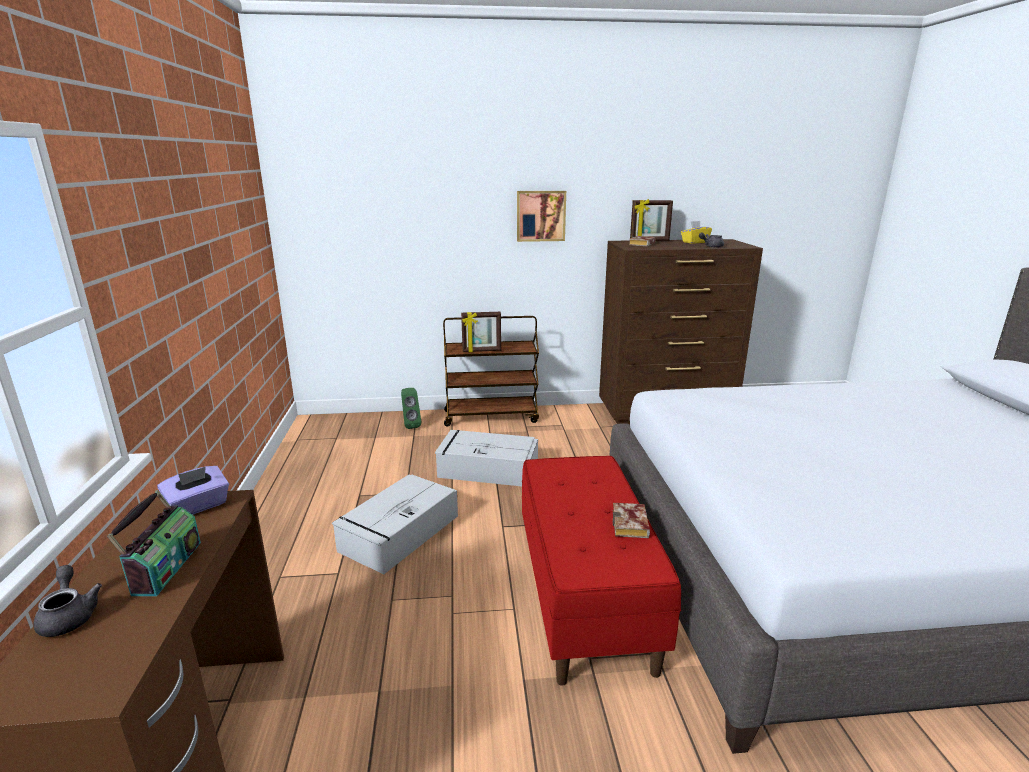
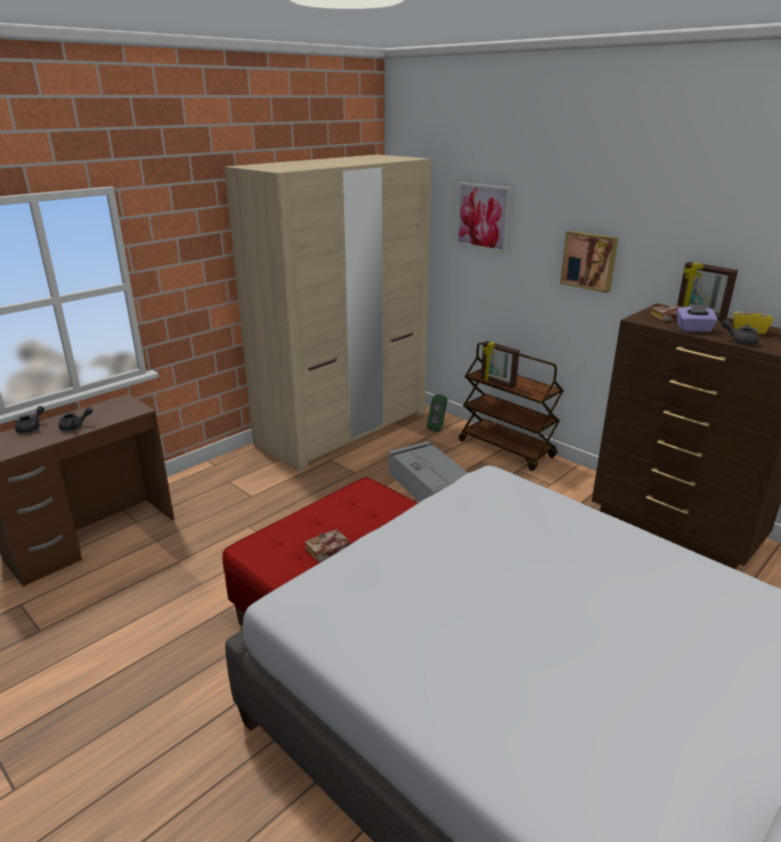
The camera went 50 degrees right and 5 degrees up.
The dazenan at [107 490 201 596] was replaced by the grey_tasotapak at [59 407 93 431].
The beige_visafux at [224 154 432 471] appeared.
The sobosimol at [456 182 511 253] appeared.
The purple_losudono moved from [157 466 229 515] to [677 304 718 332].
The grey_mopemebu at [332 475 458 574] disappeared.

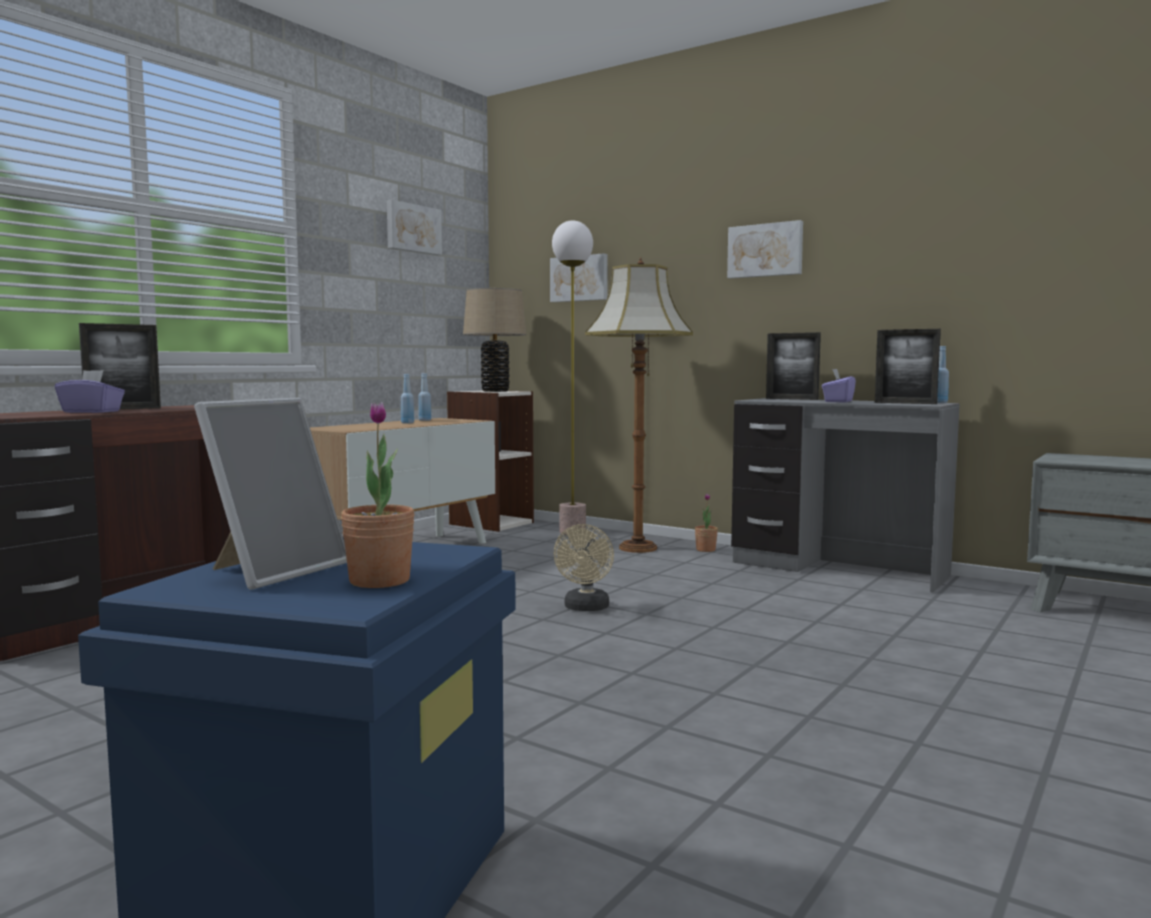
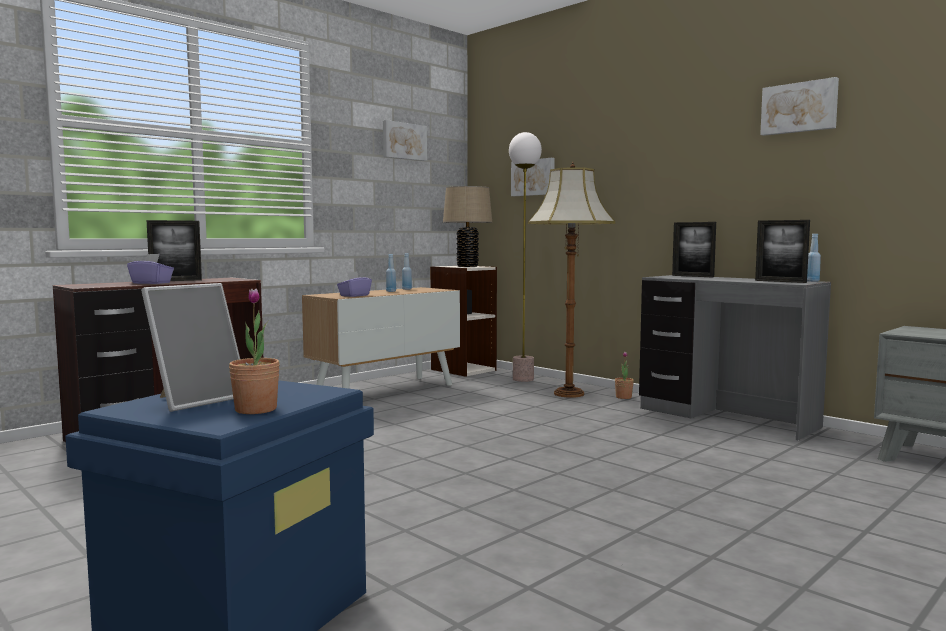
The camera went 10 degrees right and 0 degrees up.
The purple_losudono moved from [822 369 856 403] to [337 272 372 297].
The sobosimol moved from [727 220 803 279] to [760 77 839 136].
The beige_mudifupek at [554 524 614 611] disappeared.

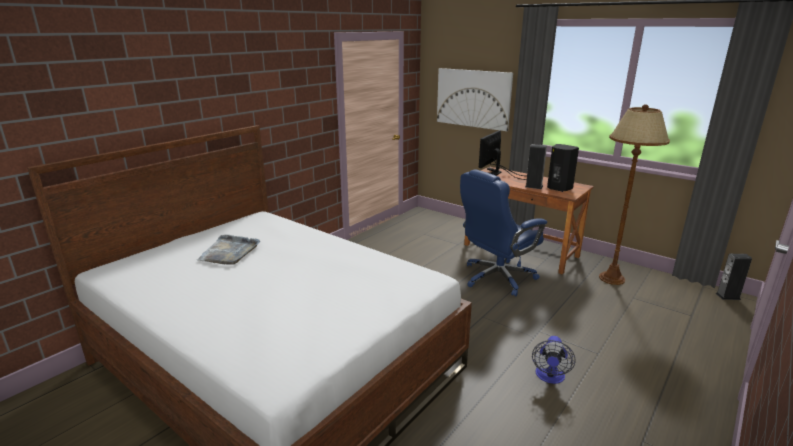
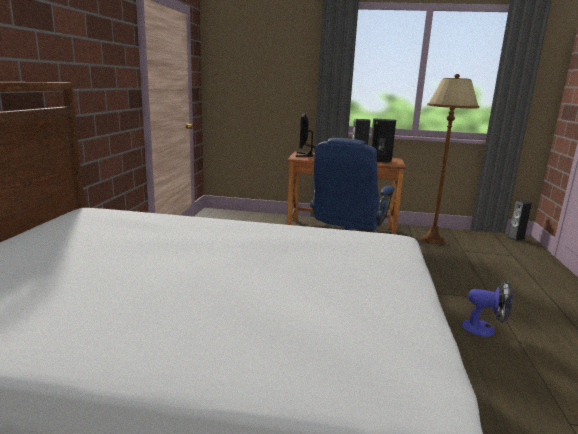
The camera went 30 degrees left and 5 degrees down.
The mudifupek at [532 336 576 384] turned 60 degrees counterclockwise.
The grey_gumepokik at [197 235 260 265] disappeared.
The sobosimol at [437 68 513 131] disappeared.

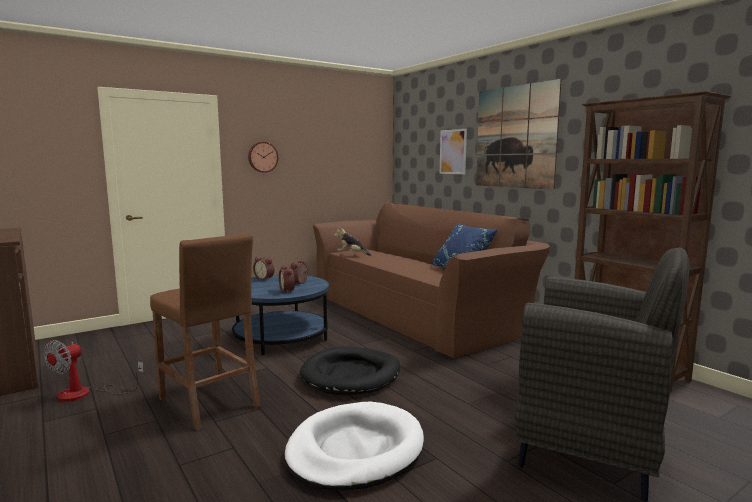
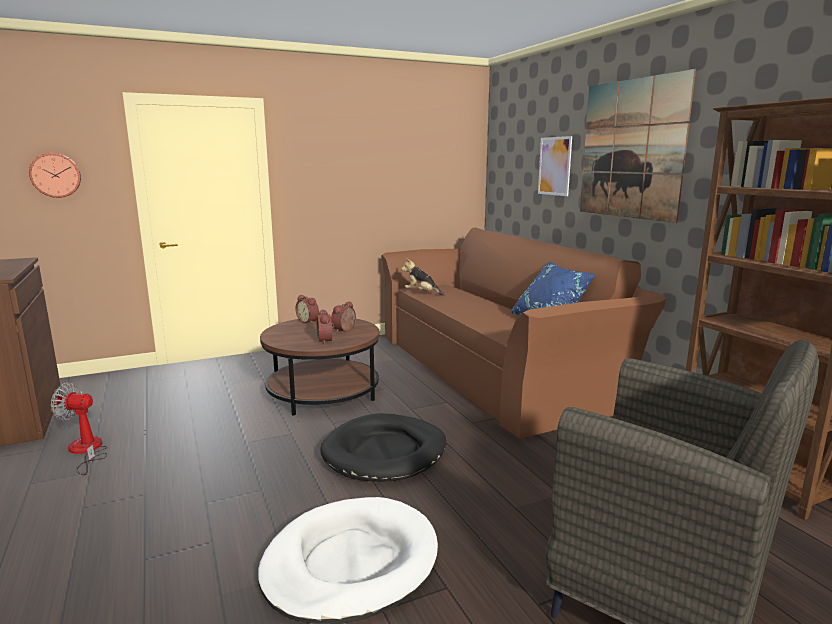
The camera went 10 degrees right and 5 degrees up.
The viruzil moved from [248 142 278 173] to [29 153 81 198].
The mudifupek at [44 340 144 402] turned 60 degrees clockwise.
The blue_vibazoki at [232 275 329 355] became the brown_vibazoki at [260 319 380 415].
The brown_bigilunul at [150 233 260 430] disappeared.

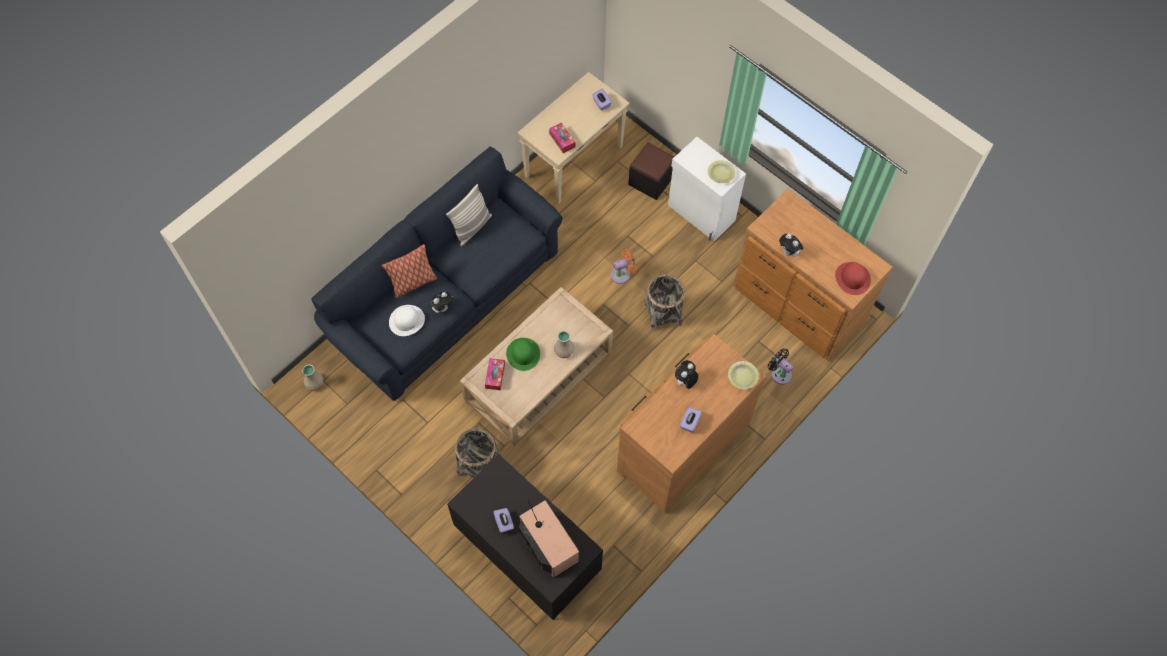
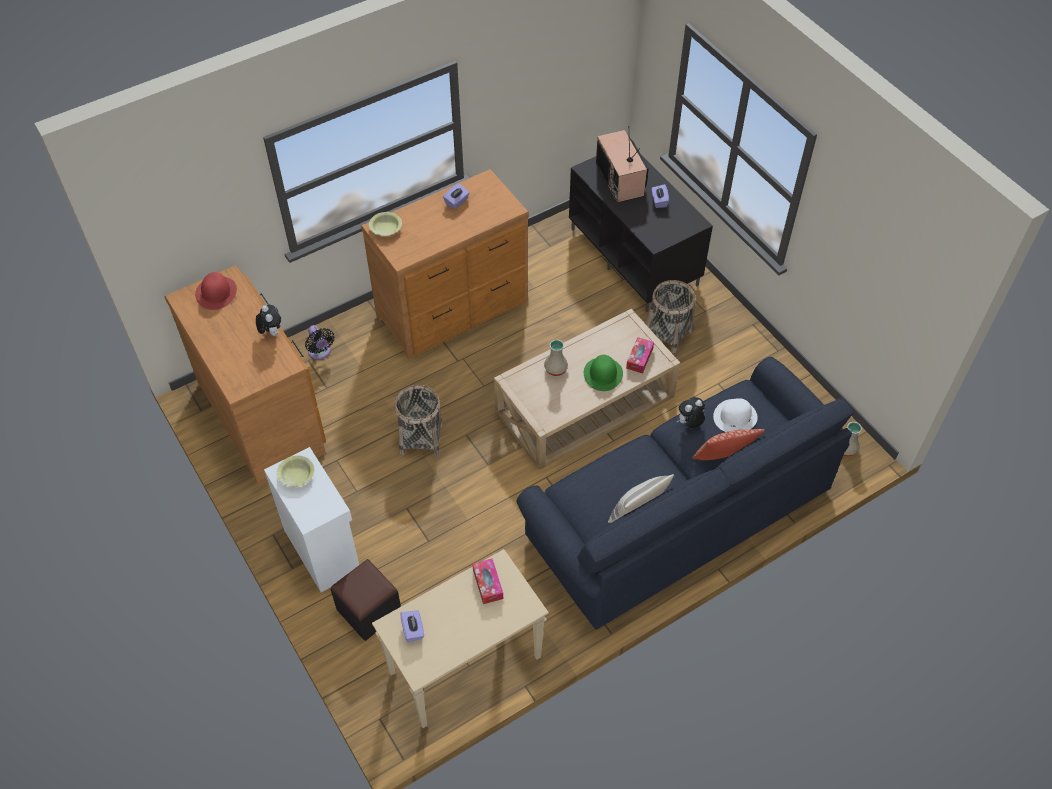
The camera went 165 degrees left and 10 degrees down.
The orange_mudifupek at [611 249 637 284] disappeared.
The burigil at [675 360 698 389] disappeared.

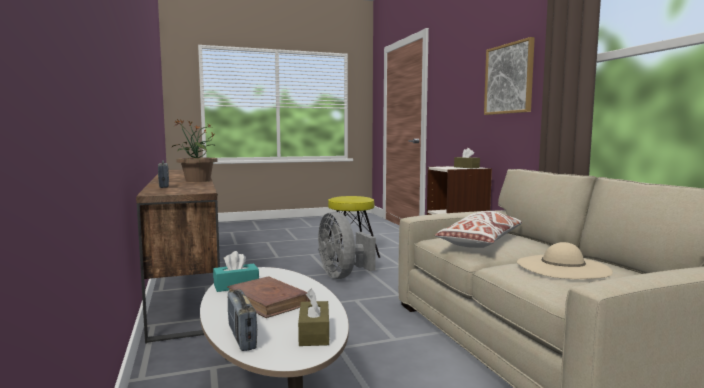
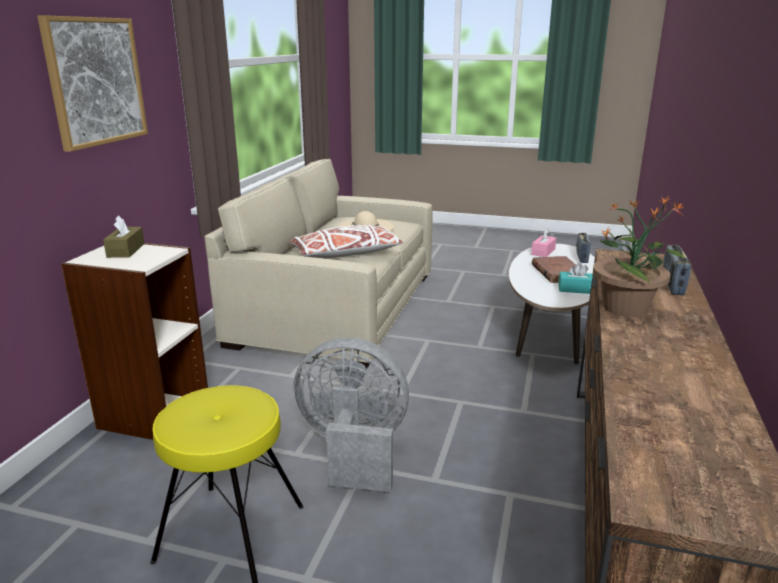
The camera went 145 degrees left and 15 degrees up.
The grey_mudifupek at [318 212 376 279] turned 90 degrees counterclockwise.
The brown_losudono at [298 289 329 346] became the pink_losudono at [531 229 556 257].

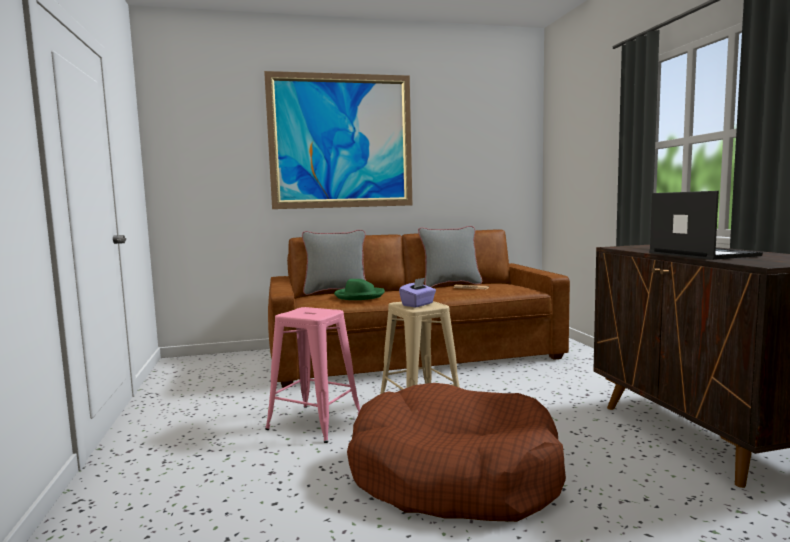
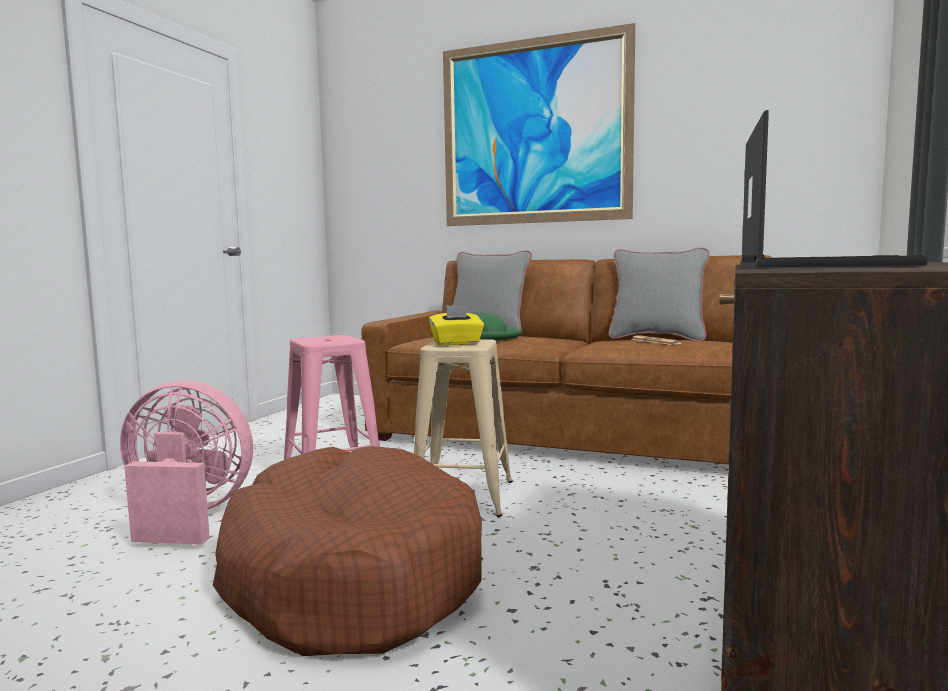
The camera went 35 degrees right and 0 degrees up.
The pink_mudifupek at [120 381 253 545] appeared.
The purple_losudono at [399 278 436 307] became the yellow_losudono at [429 305 484 346].

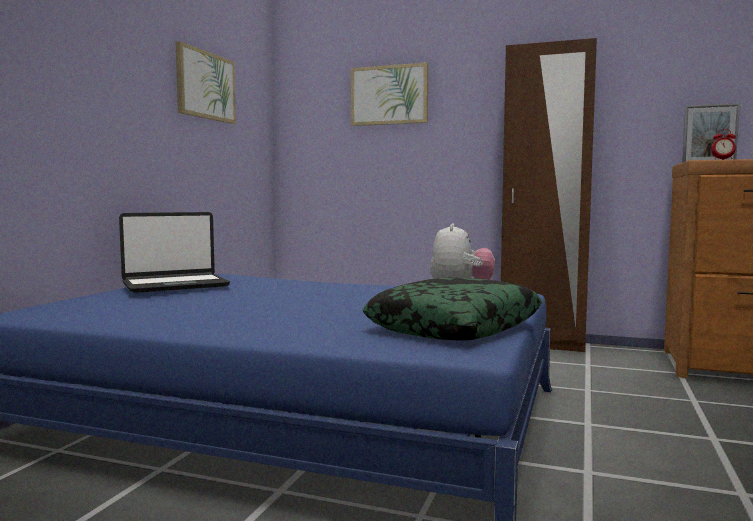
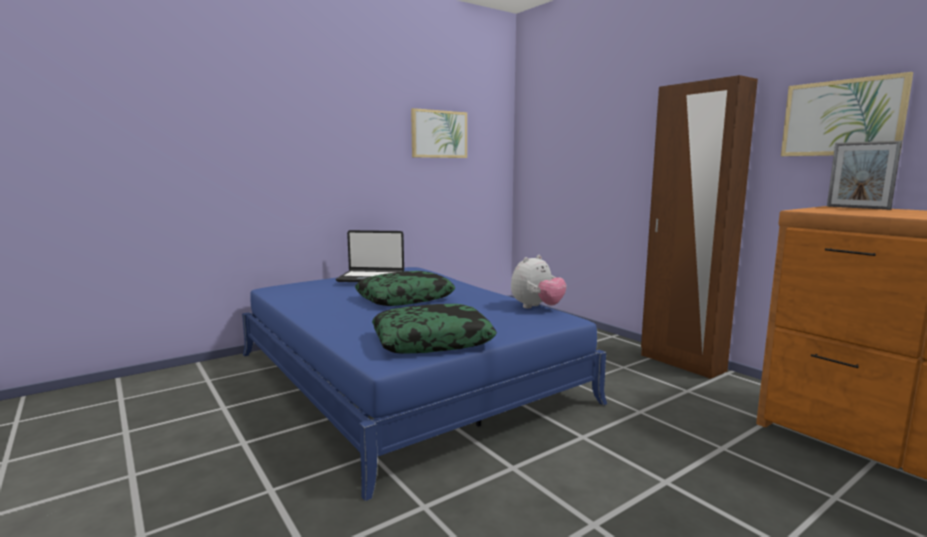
The camera went 35 degrees right and 5 degrees up.
The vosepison at [355 271 455 306] appeared.
The sobosimol moved from [351 62 428 126] to [781 72 913 156].
The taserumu at [711 129 736 160] disappeared.

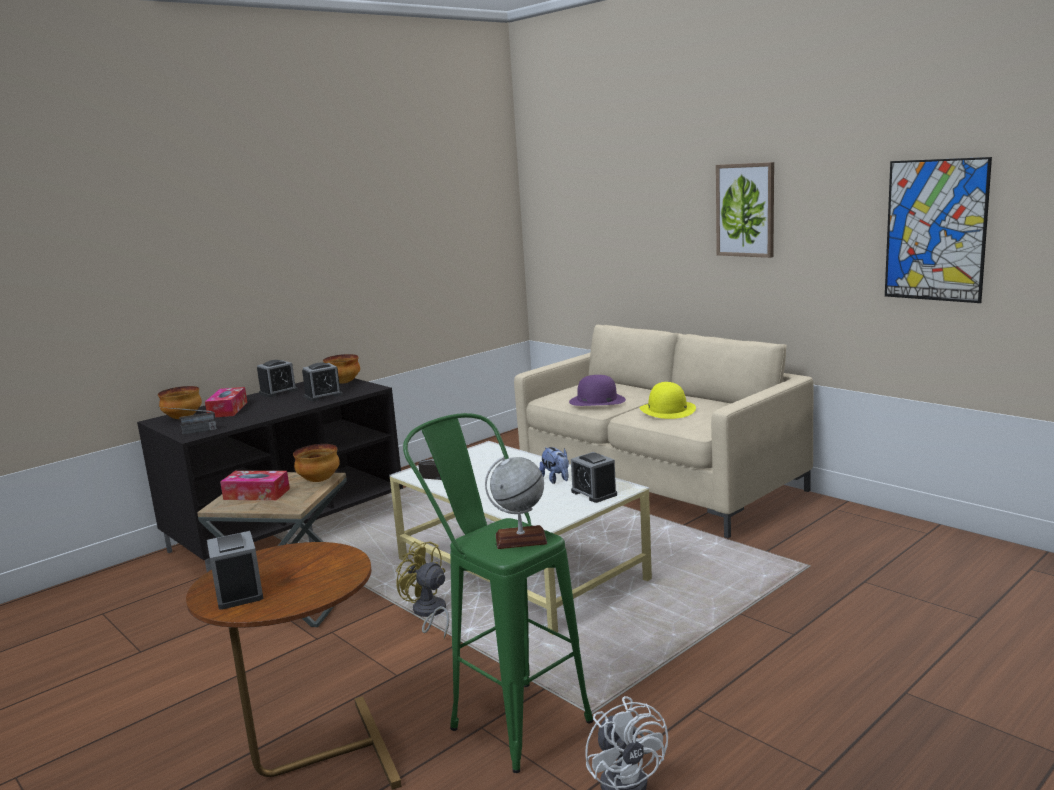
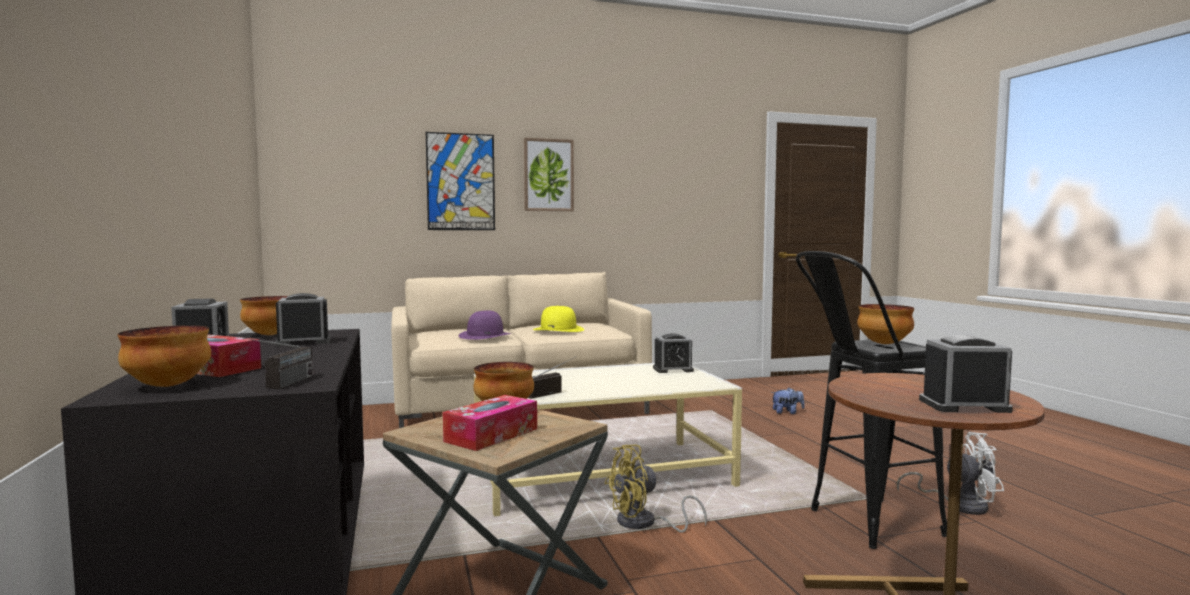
The camera went 65 degrees left and 10 degrees down.
The taserumu at [302 363 343 401] turned 105 degrees counterclockwise.
The sobosimol moved from [885 157 992 303] to [426 132 495 230].
The burigil moved from [539 447 569 484] to [771 388 805 414].
The green_bigilunul at [403 413 593 773] became the black_bigilunul at [796 251 947 549].
The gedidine at [485 456 547 549] was replaced by the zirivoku at [857 304 914 344].

